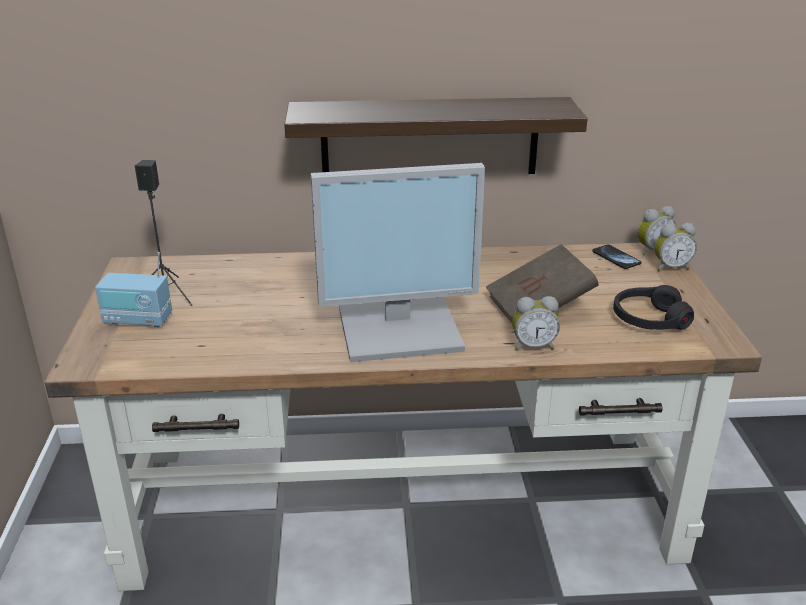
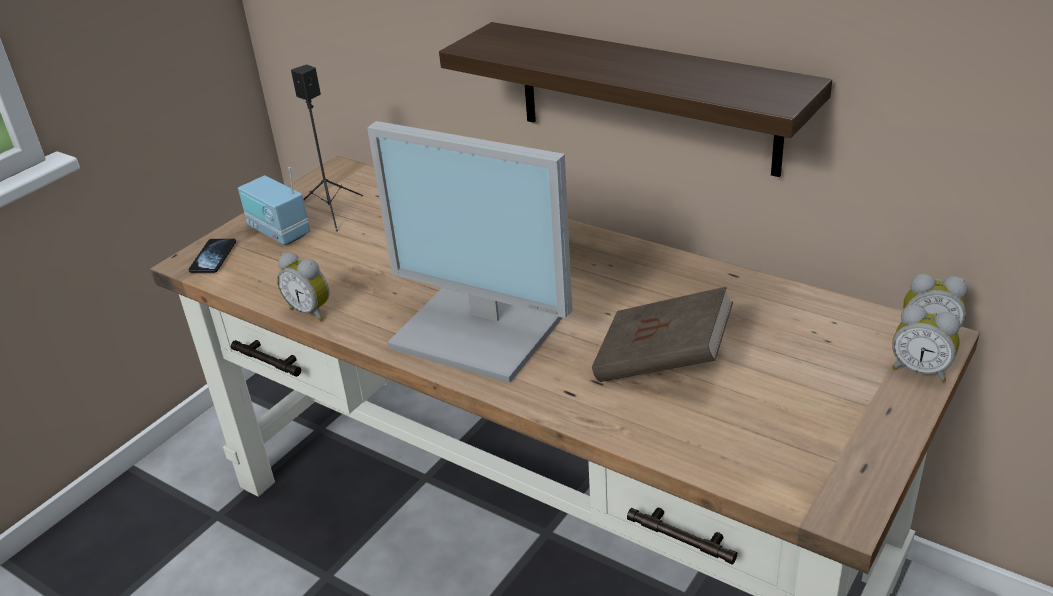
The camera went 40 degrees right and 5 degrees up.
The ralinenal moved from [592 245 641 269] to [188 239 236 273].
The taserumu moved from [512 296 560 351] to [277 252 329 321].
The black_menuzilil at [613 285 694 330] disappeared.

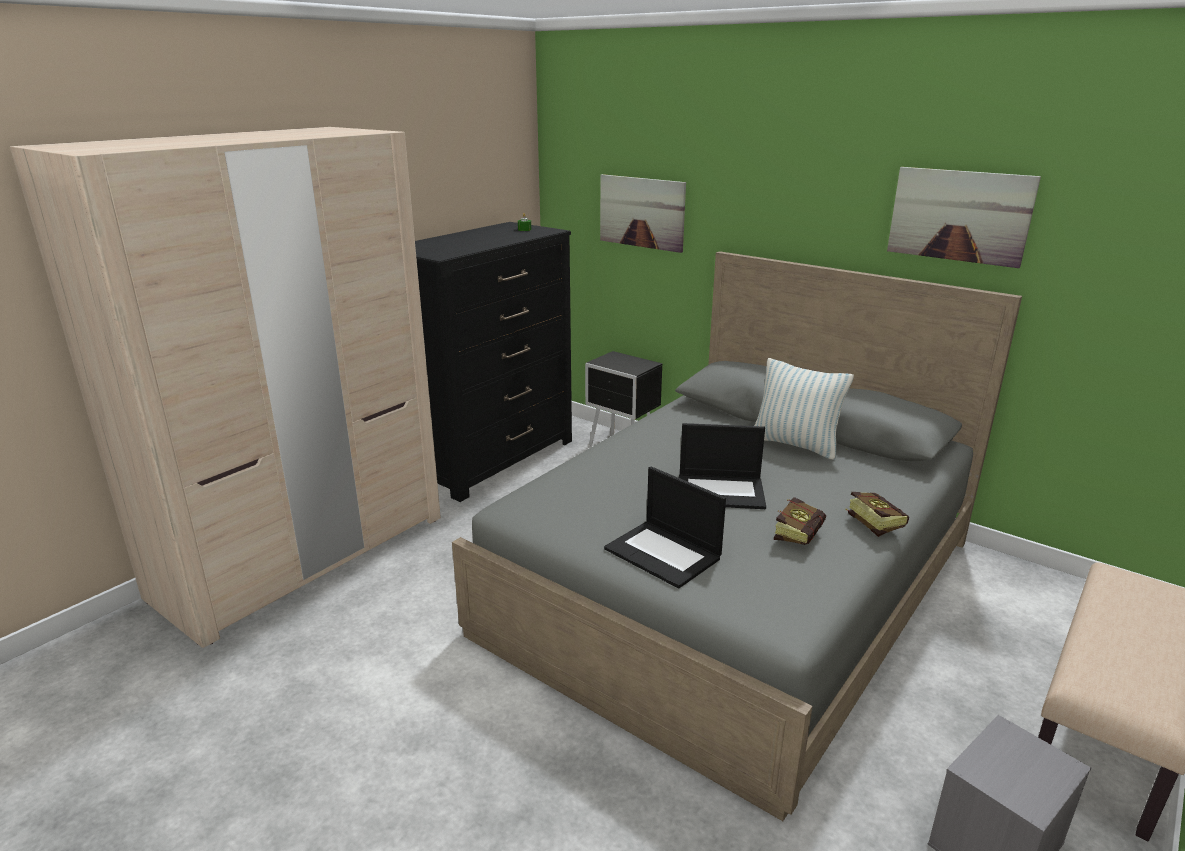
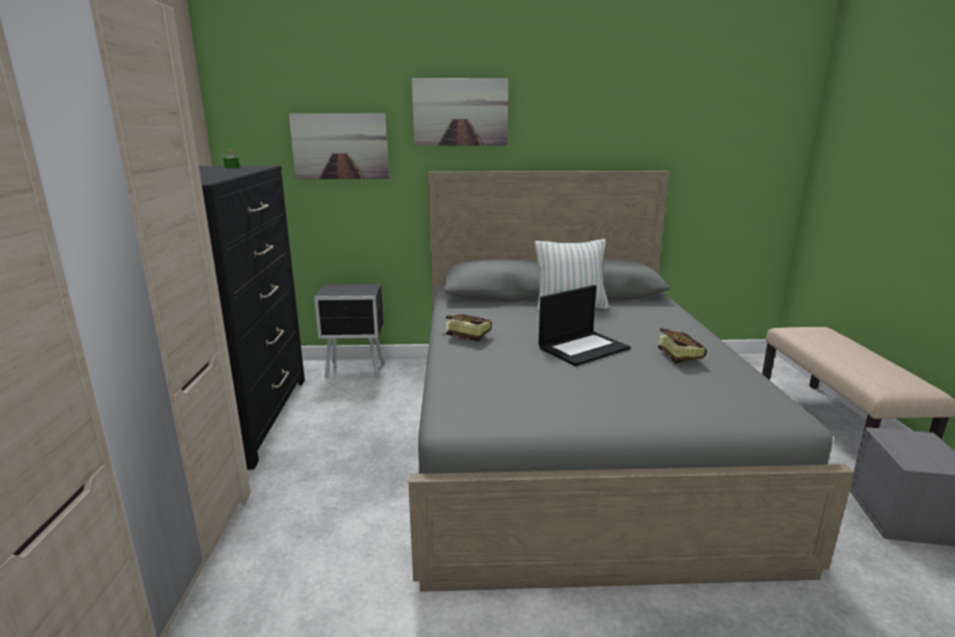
The camera went 40 degrees left and 5 degrees down.
The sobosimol moved from [887 167 1041 268] to [412 78 508 146].
The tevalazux moved from [846 492 909 537] to [441 314 492 341].
The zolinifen at [604 466 726 589] disappeared.

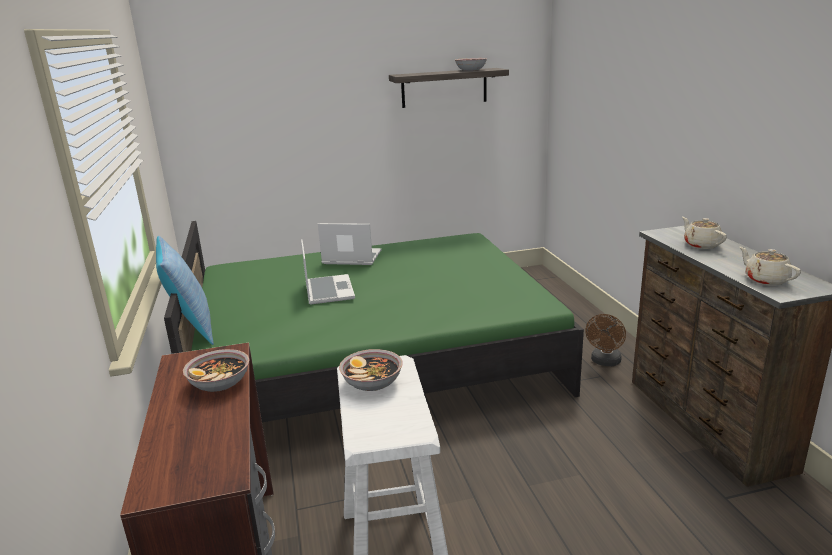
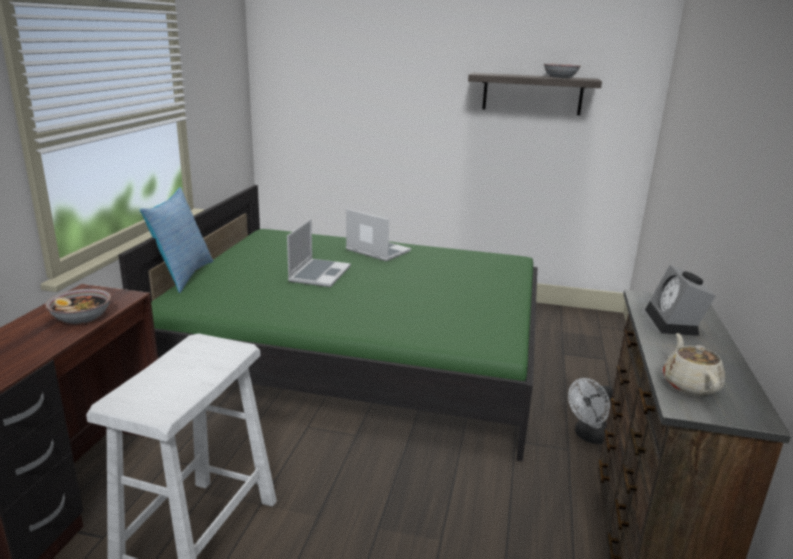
The camera went 25 degrees right and 0 degrees up.
The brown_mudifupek at [586 314 626 366] became the white_mudifupek at [568 378 613 444].
The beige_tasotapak at [682 217 727 249] was replaced by the taserumu at [645 265 715 336].
The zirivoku at [339 349 403 391] disappeared.

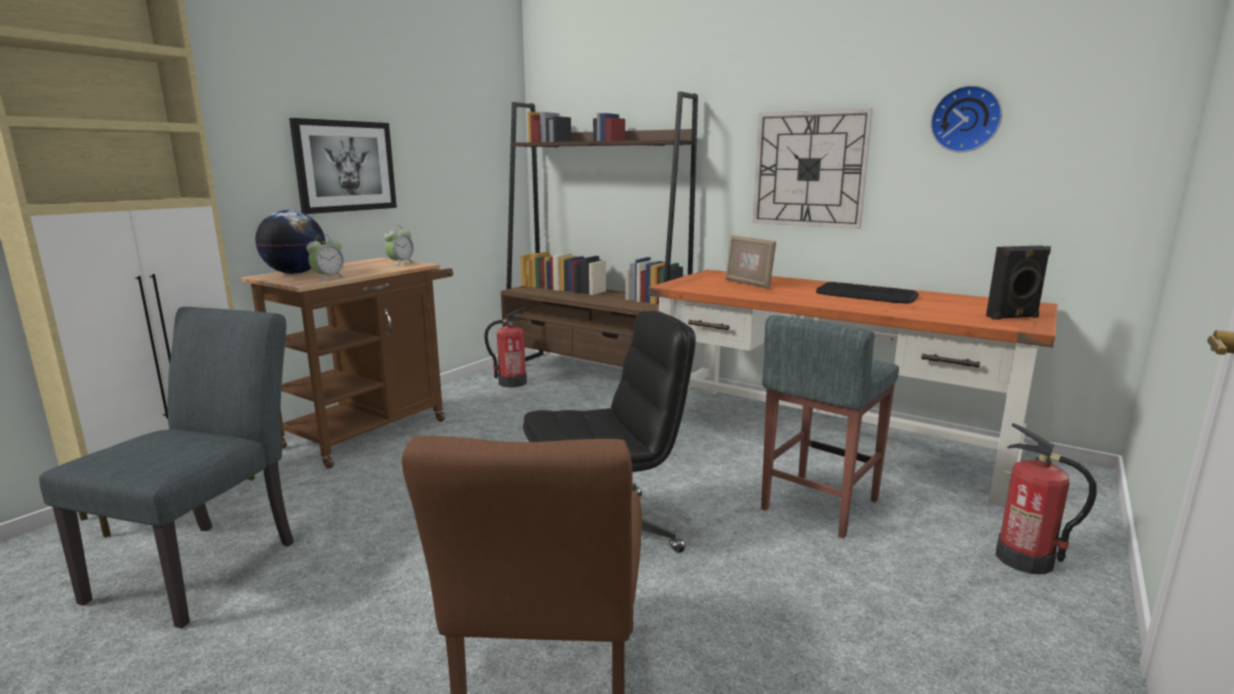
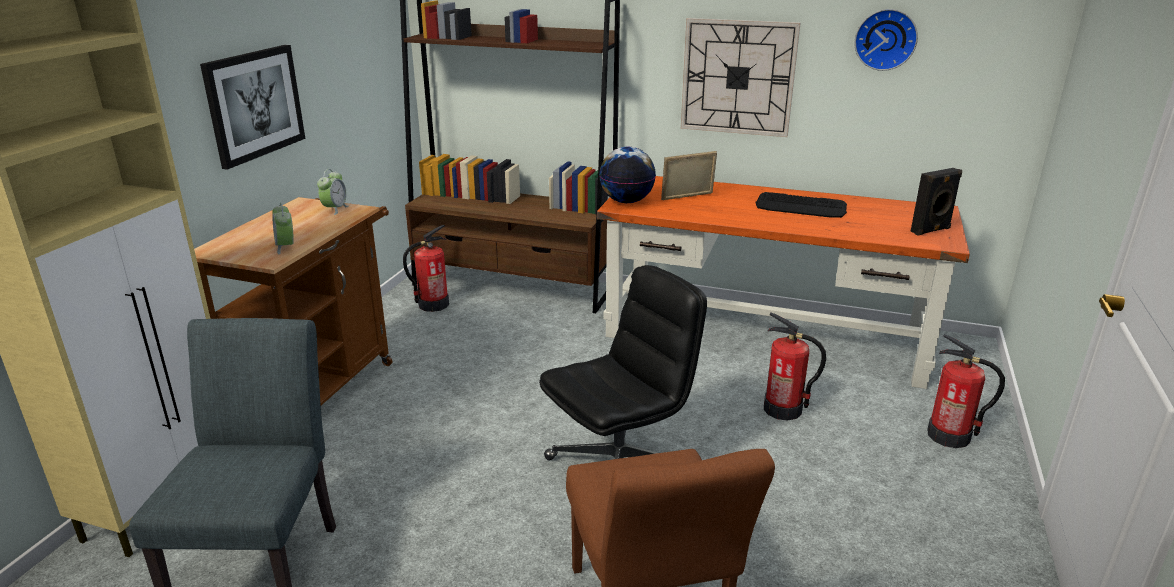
The camera went 15 degrees left and 10 degrees up.
The taserumu at [306 234 346 281] turned 135 degrees clockwise.
The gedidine moved from [255 210 326 274] to [599 147 656 203].
The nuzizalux at [726 235 776 289] turned 120 degrees clockwise.
The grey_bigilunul at [761 315 899 539] was replaced by the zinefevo at [764 313 826 421].

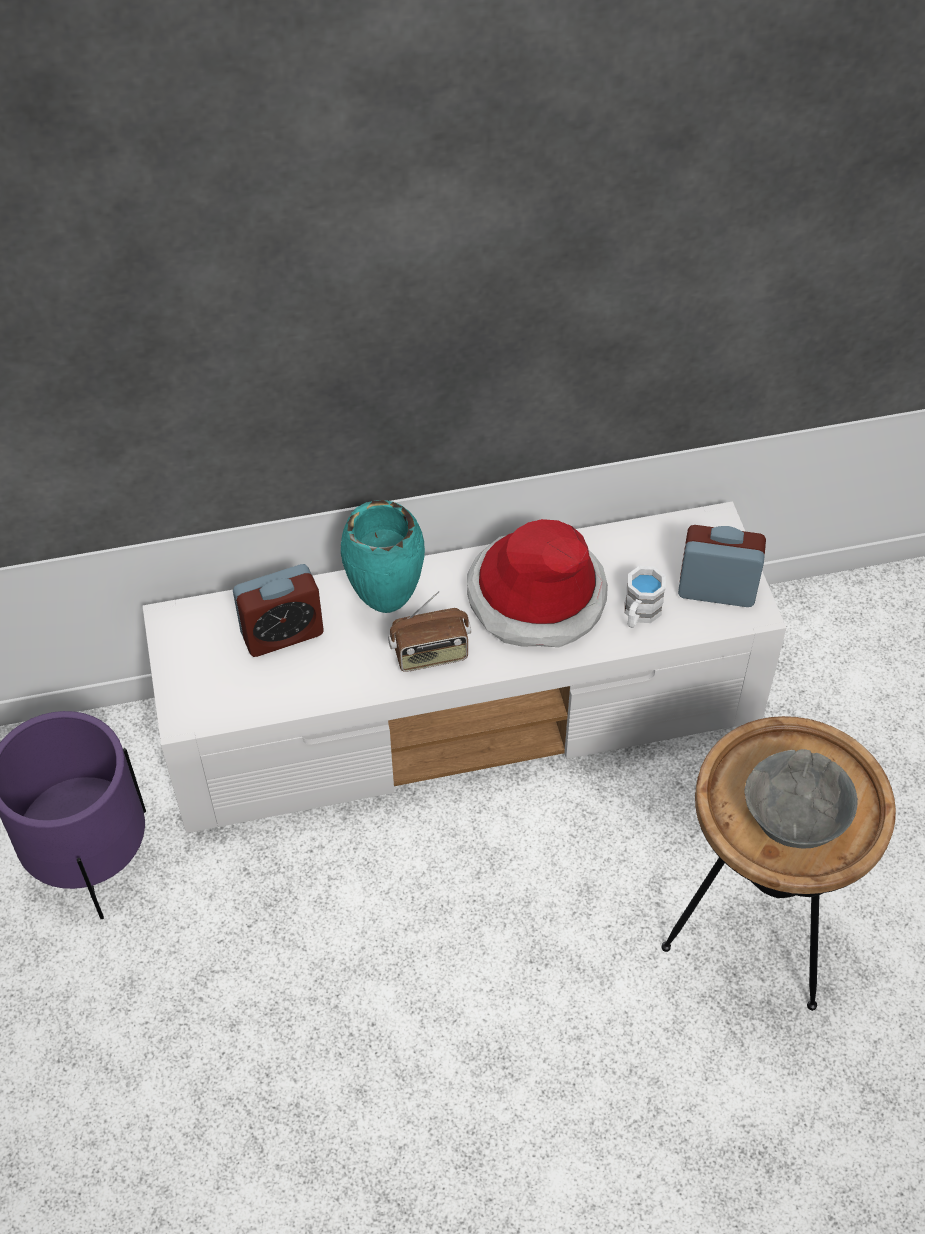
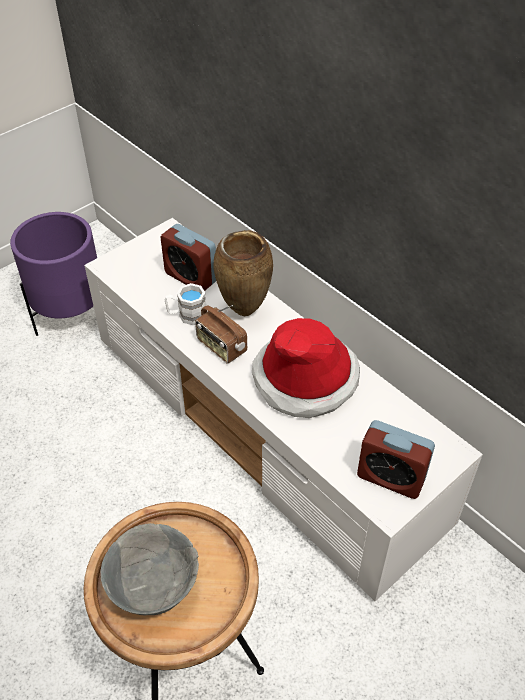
The camera went 60 degrees right and 5 degrees down.
The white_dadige moved from [625 566 666 628] to [165 283 206 325].
The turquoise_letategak at [341 500 425 613] became the brown_letategak at [213 230 273 316].
The taserumu at [678 525 766 607] turned 135 degrees clockwise.

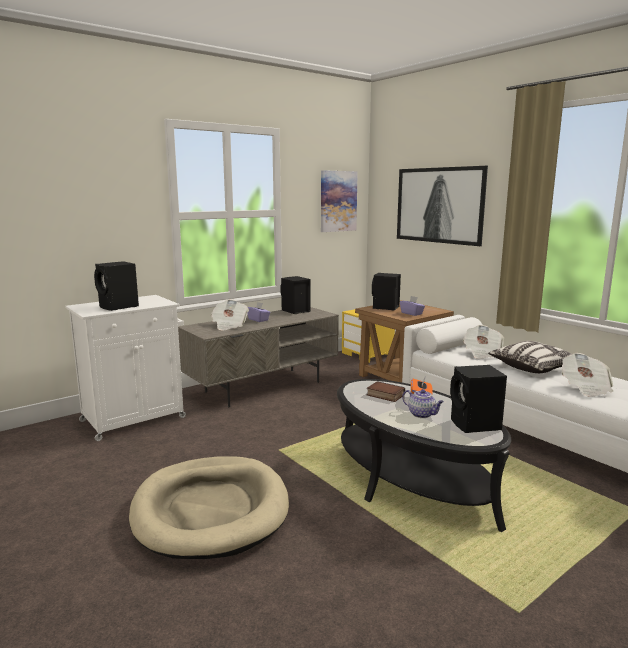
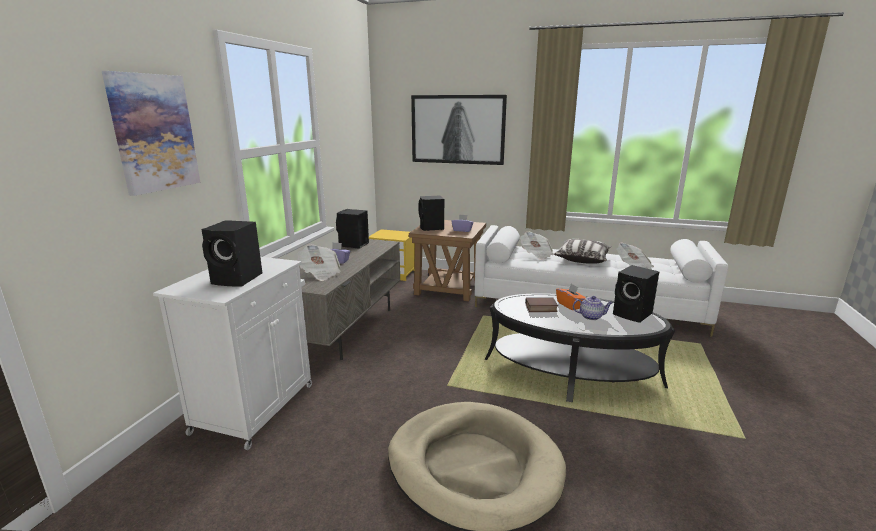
The camera went 35 degrees left and 5 degrees up.
The sobosimol moved from [321 170 358 232] to [102 71 200 196].

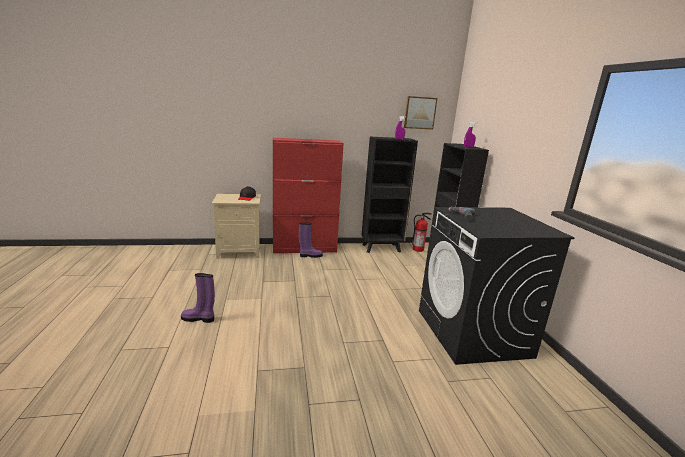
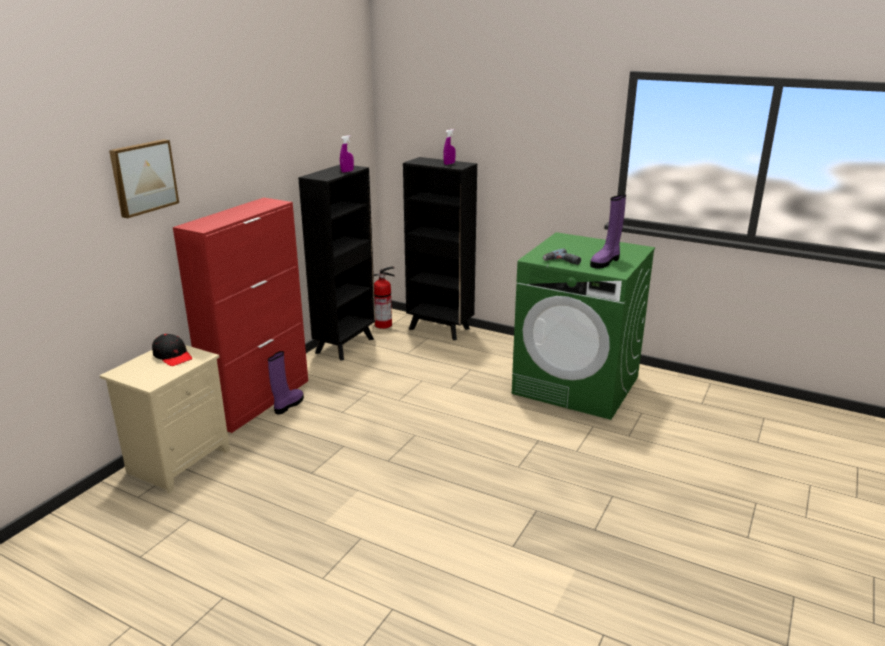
The camera went 50 degrees left and 5 degrees up.
The sobosimol moved from [404 96 438 130] to [109 139 179 218].
The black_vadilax at [419 207 575 365] became the green_vadilax at [512 232 655 420].
The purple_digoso moved from [181 273 215 323] to [590 194 626 269].

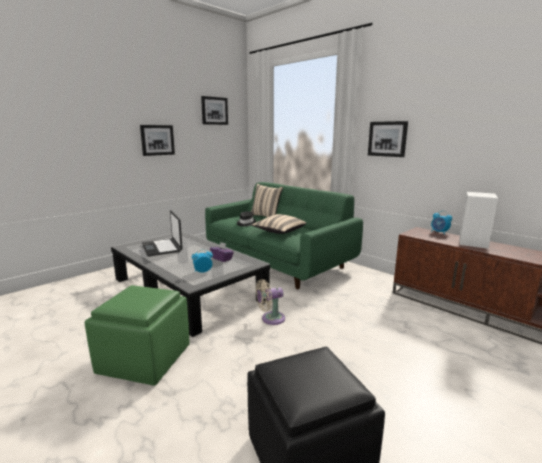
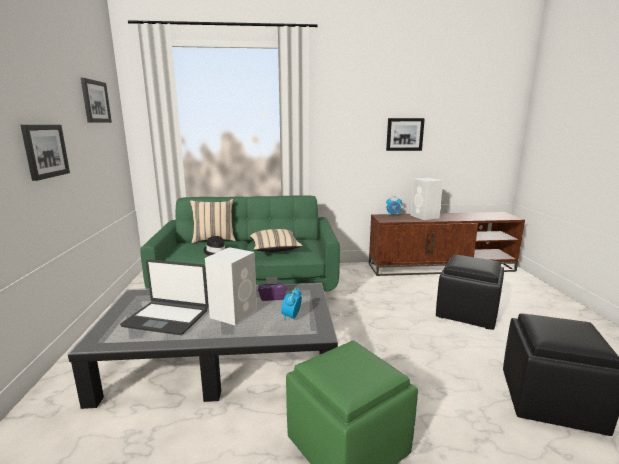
The camera went 50 degrees left and 0 degrees up.
The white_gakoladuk at [205 247 257 326] appeared.
The sobosimol moved from [368 121 408 157] to [386 118 425 151].
The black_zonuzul at [436 255 504 330] appeared.
The beige_mudifupek at [256 279 285 325] disappeared.

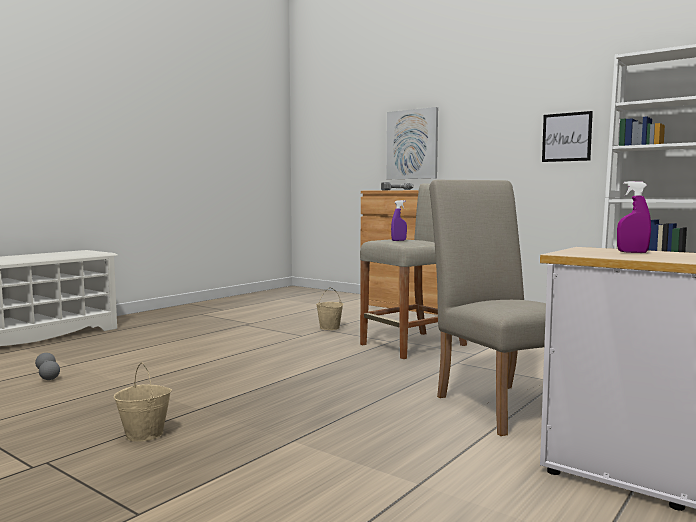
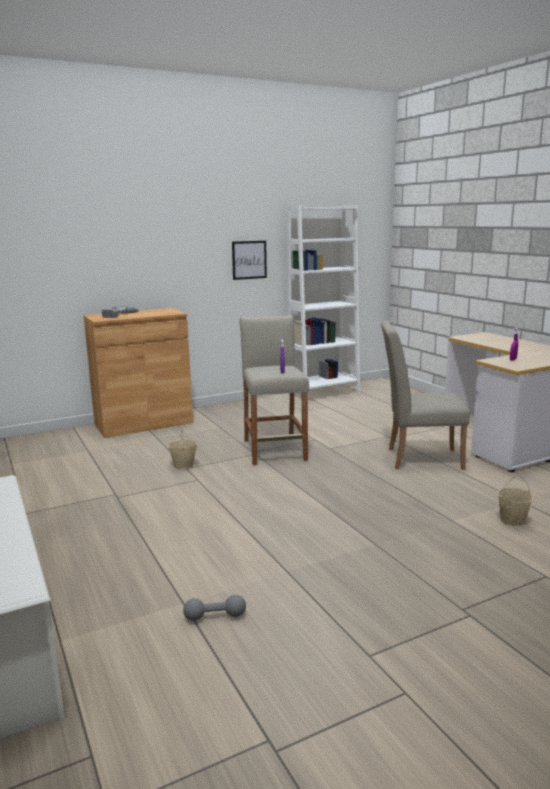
The camera went 65 degrees left and 10 degrees up.
The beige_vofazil moved from [114 362 172 442] to [498 475 533 526].
The sobosimol at [387 107 438 179] disappeared.

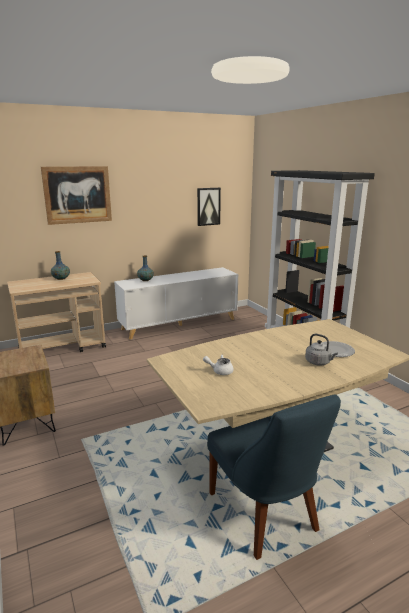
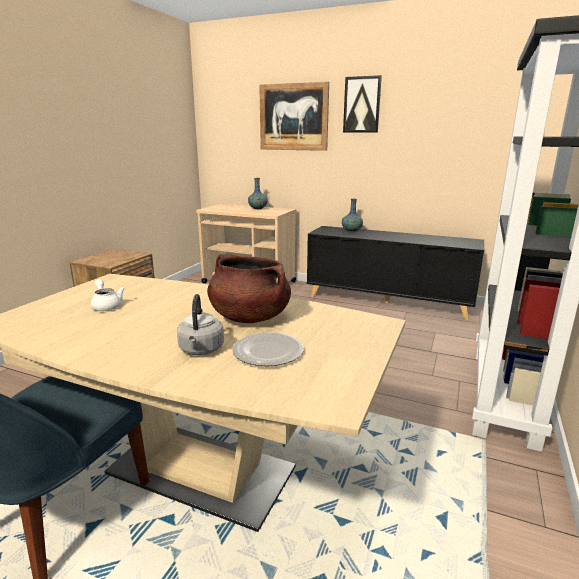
The camera went 50 degrees right and 0 degrees up.
The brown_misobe at [207 254 291 323] appeared.
The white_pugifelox at [114 267 238 340] became the black_pugifelox at [307 226 484 320].
The sobosimol moved from [197 188 221 226] to [343 75 382 133].

